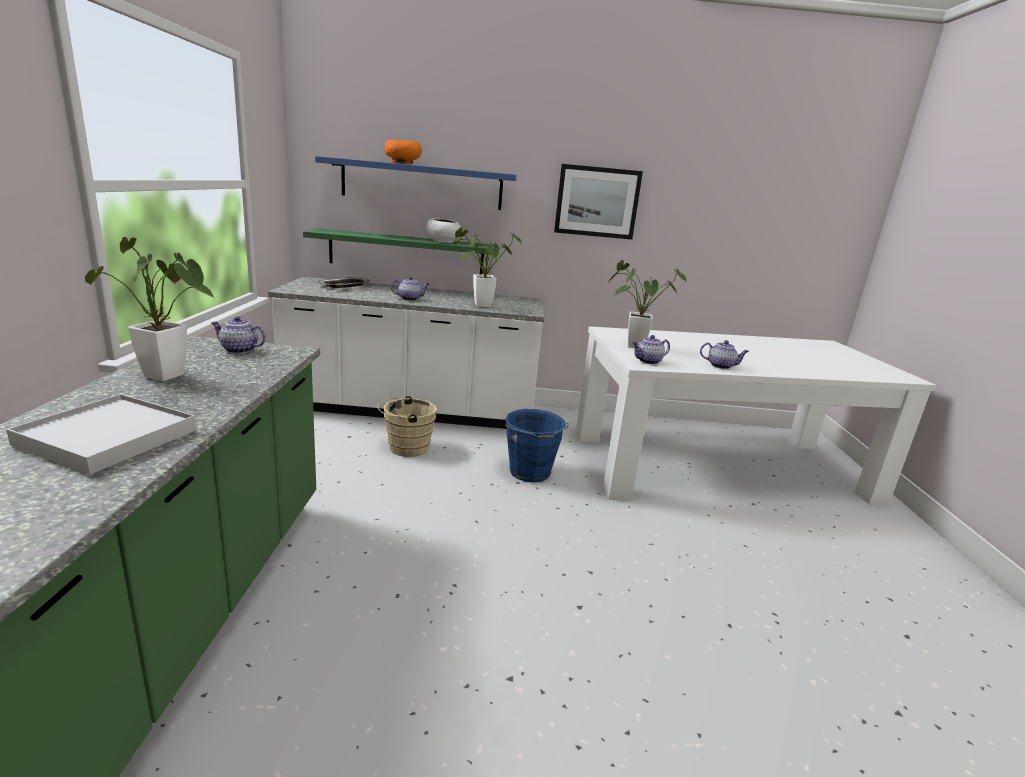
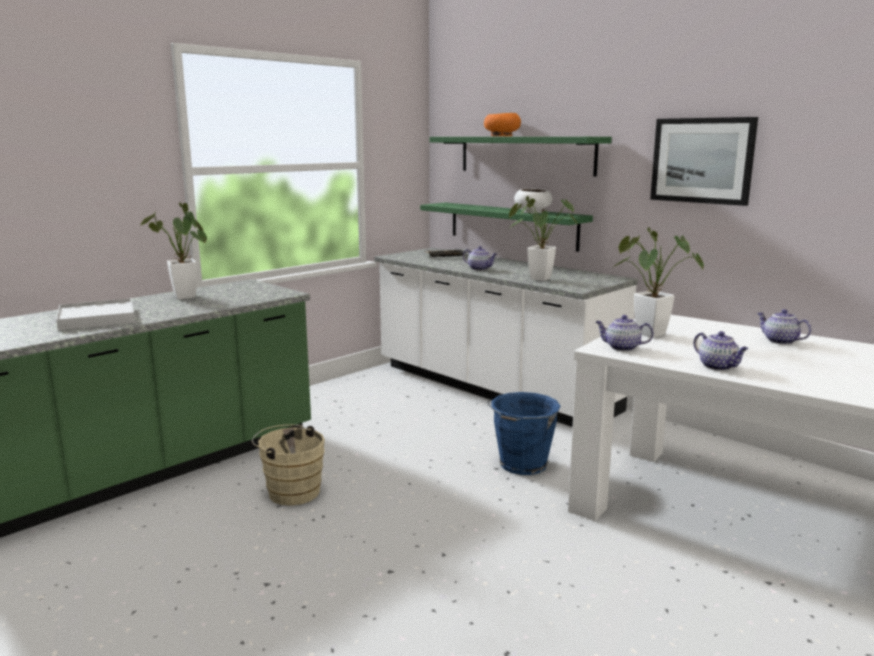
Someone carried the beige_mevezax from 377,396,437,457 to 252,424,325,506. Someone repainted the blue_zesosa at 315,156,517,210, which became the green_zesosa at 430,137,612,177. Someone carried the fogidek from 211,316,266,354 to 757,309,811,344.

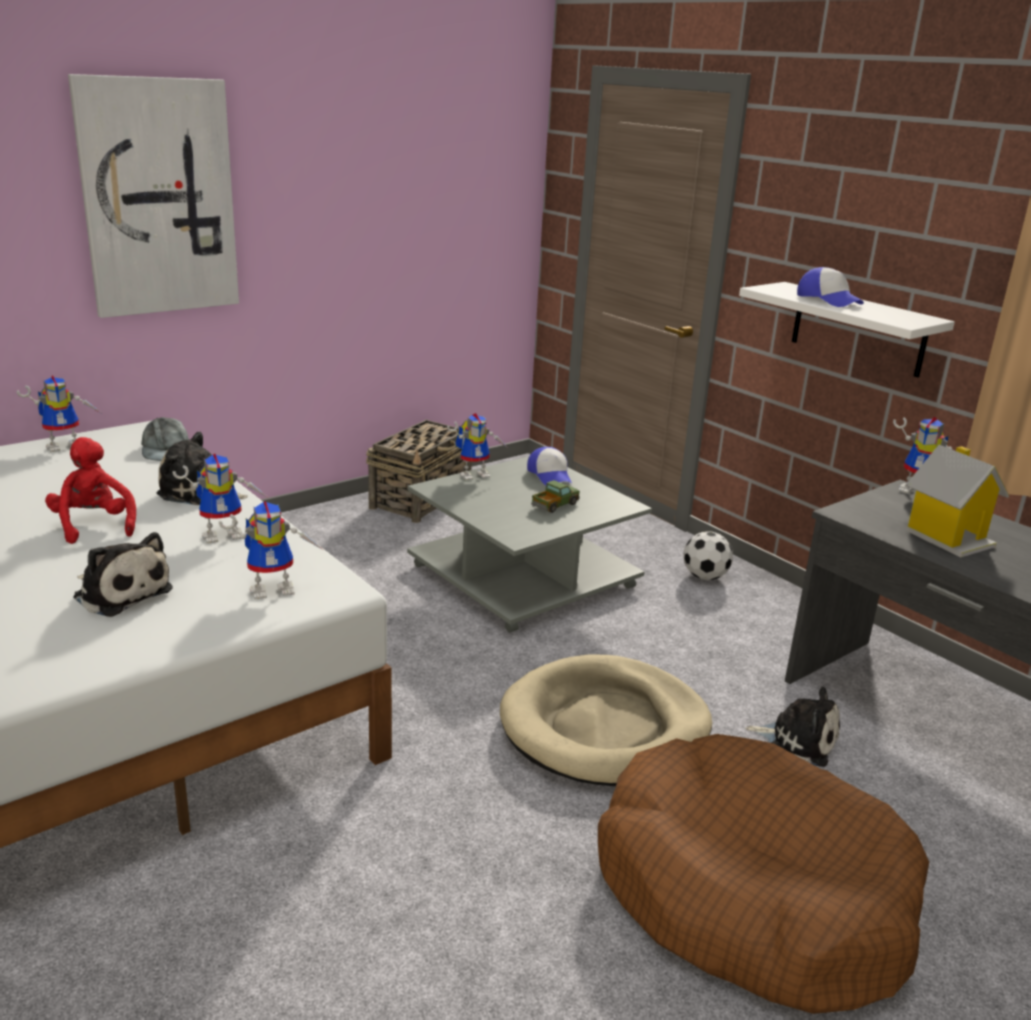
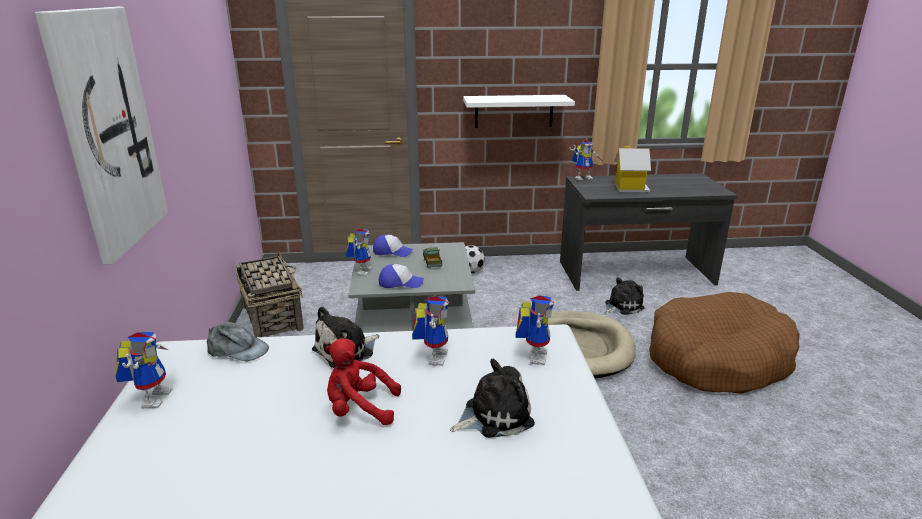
Someone carried the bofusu from 797,267,864,307 to 379,264,424,288.

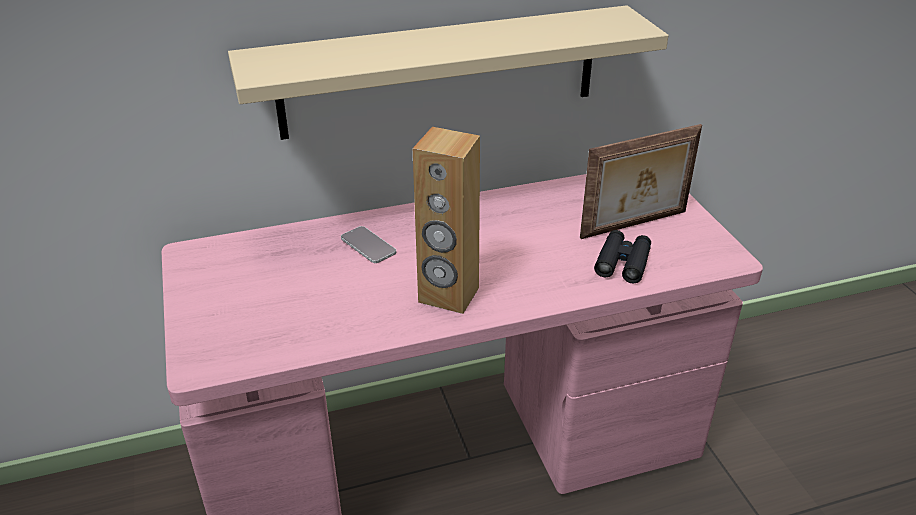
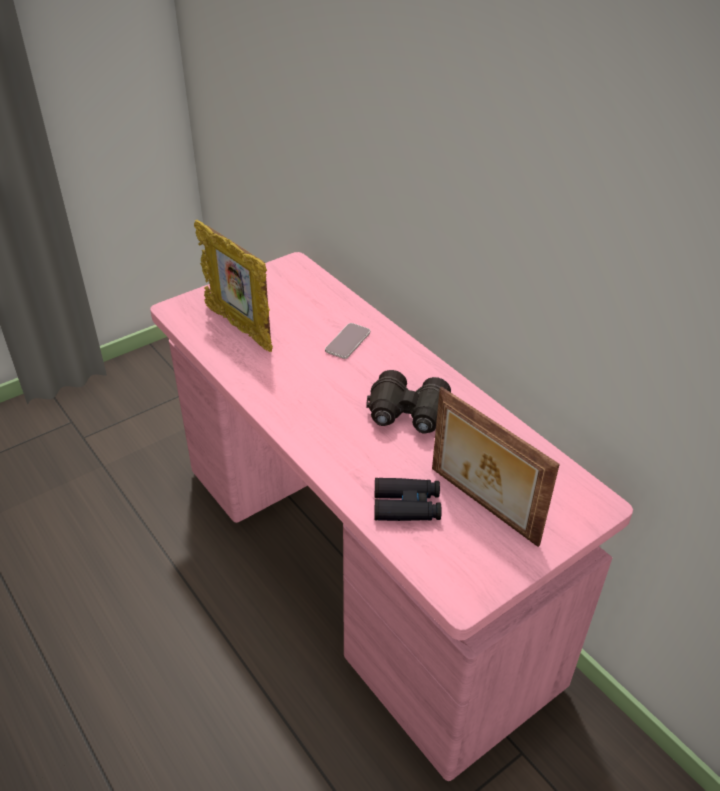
Someone put down the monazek at 194,220,273,352. Someone put down the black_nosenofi at 366,370,451,434. Someone took away the beige_zesosa at 228,5,669,140. Someone took away the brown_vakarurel at 413,127,480,314.

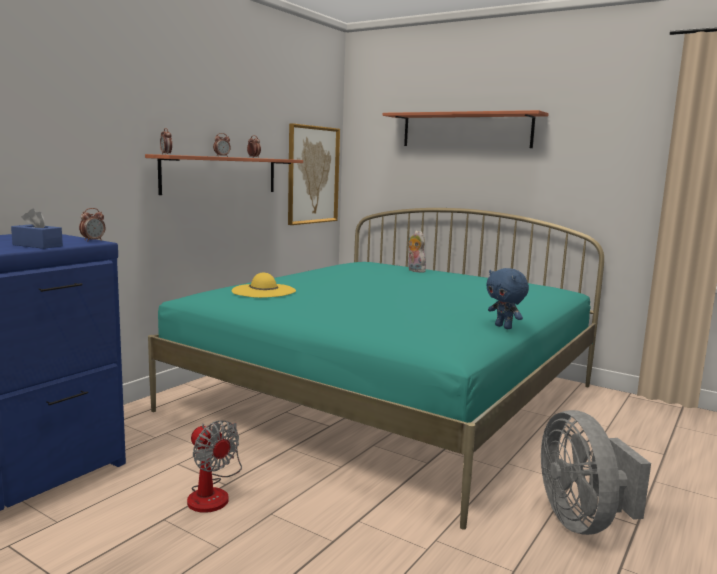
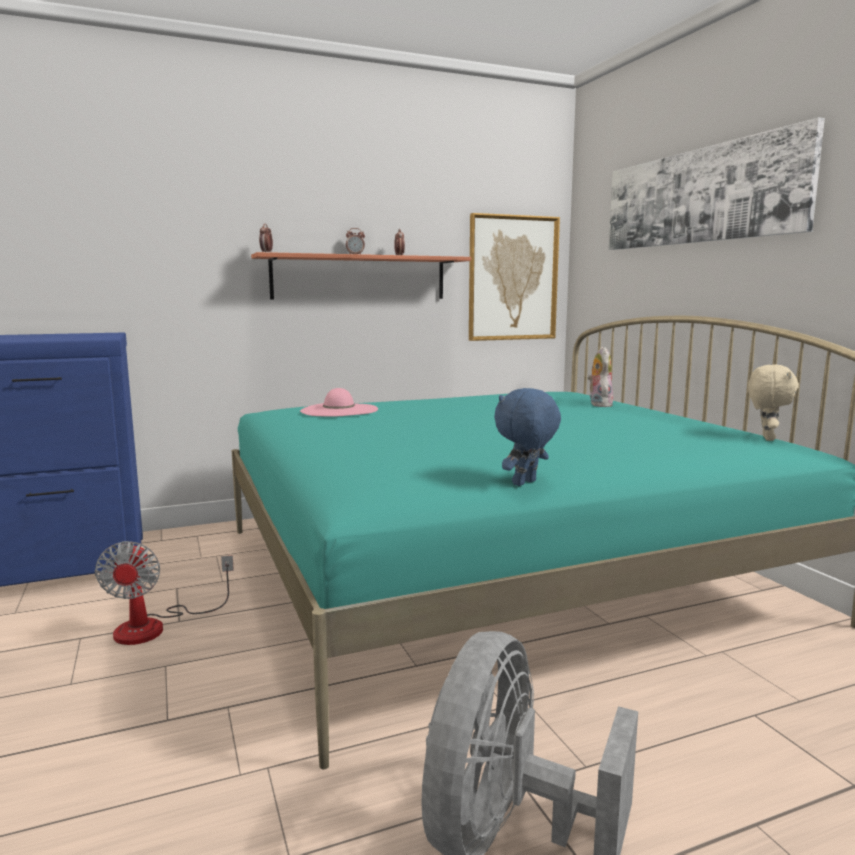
Someone repainted the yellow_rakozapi at 232,272,296,298, which became the pink_rakozapi at 300,388,378,416. Someone rotated the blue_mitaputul at 486,268,529,329 by 45 degrees clockwise. Someone swapped the zesosa at 383,110,549,148 for the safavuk at 609,117,825,250. Someone put down the beige_mitaputul at 748,365,799,441. Someone took away the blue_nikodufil at 11,208,63,249. Someone took away the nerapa at 79,208,105,241.

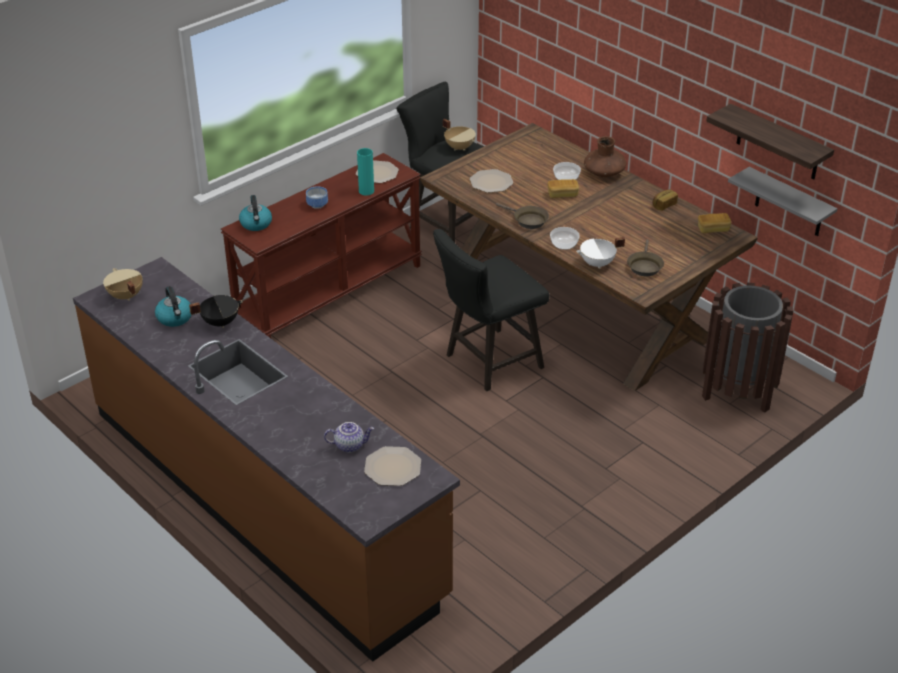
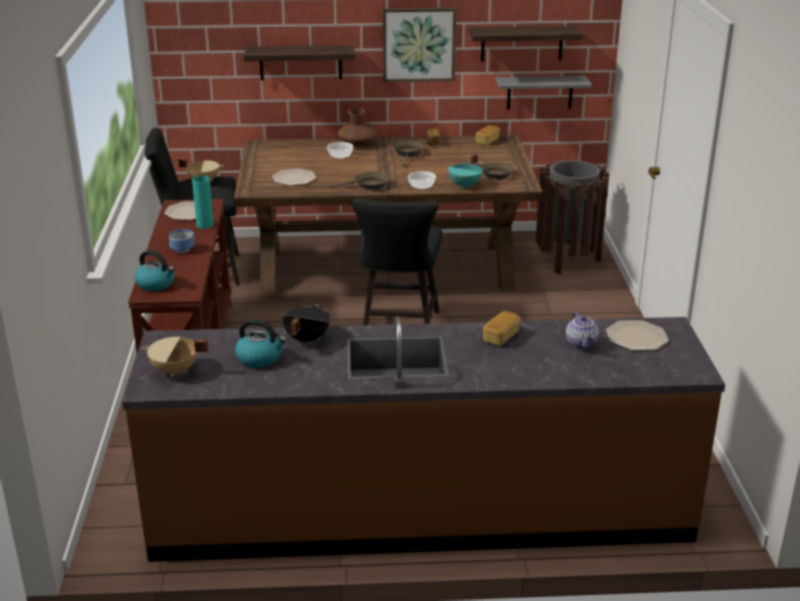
Someone put up the zesosa at 243,45,355,80. Someone put up the safavuk at 383,8,456,82. Someone put down the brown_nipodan at 393,141,425,167. Someone repainted the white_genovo at 576,237,625,269, which became the turquoise_genovo at 448,153,483,189. Someone carried the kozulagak from 548,179,579,198 to 483,311,521,346. Someone rotated the fogidek at 324,422,374,453 by 135 degrees clockwise.

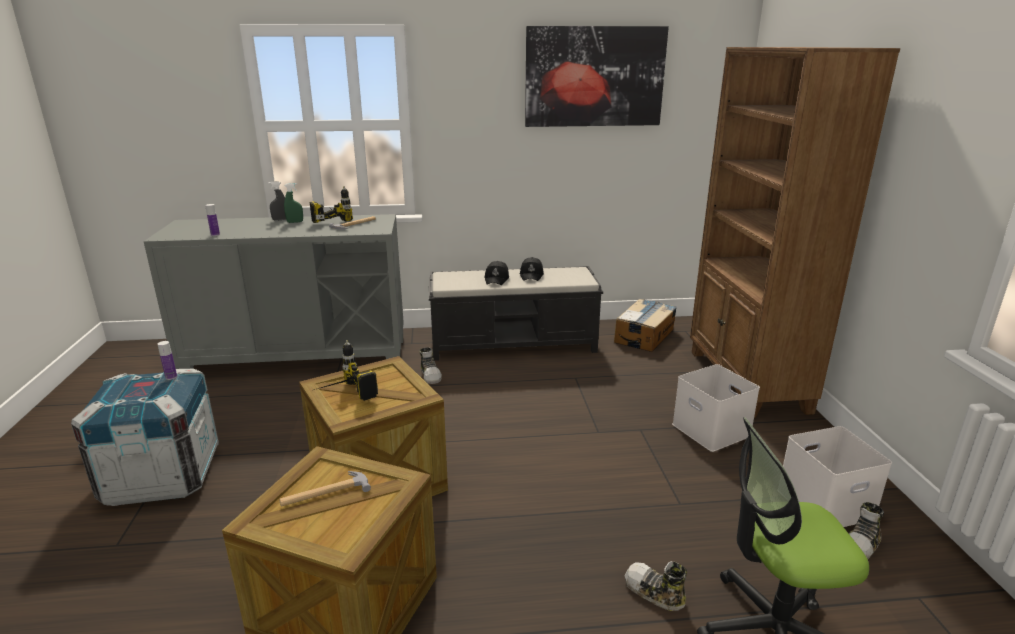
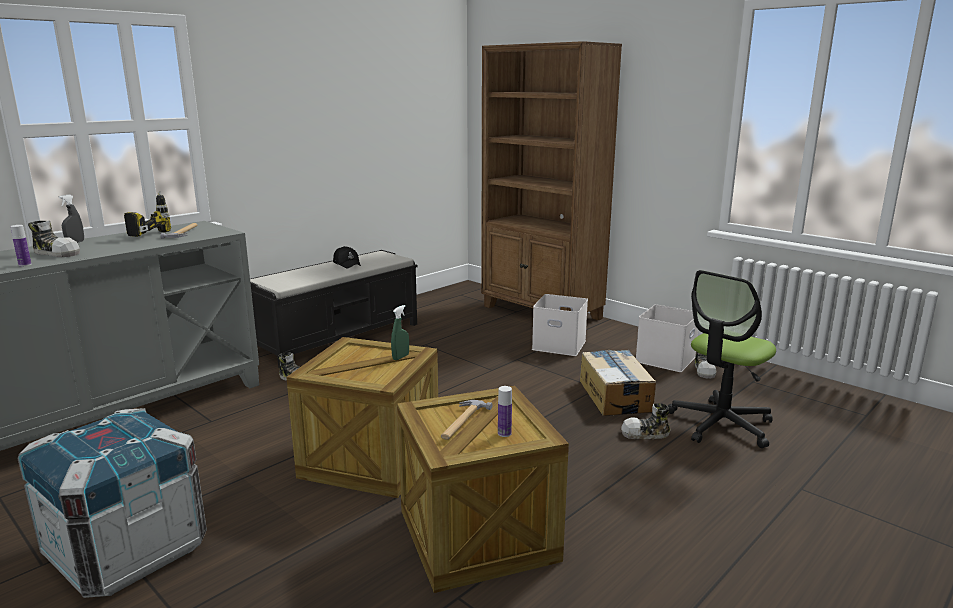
Someone put down the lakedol at 28,220,80,257. Someone carried the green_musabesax from 284,183,303,223 to 391,305,409,360. Someone carried the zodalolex from 158,341,177,380 to 498,386,512,437. Someone carried the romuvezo from 614,299,677,352 to 580,350,656,416. Someone took away the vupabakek at 314,340,378,401. Someone took away the black_bofusu at 485,261,509,285. Someone took away the safavuk at 525,26,669,127.

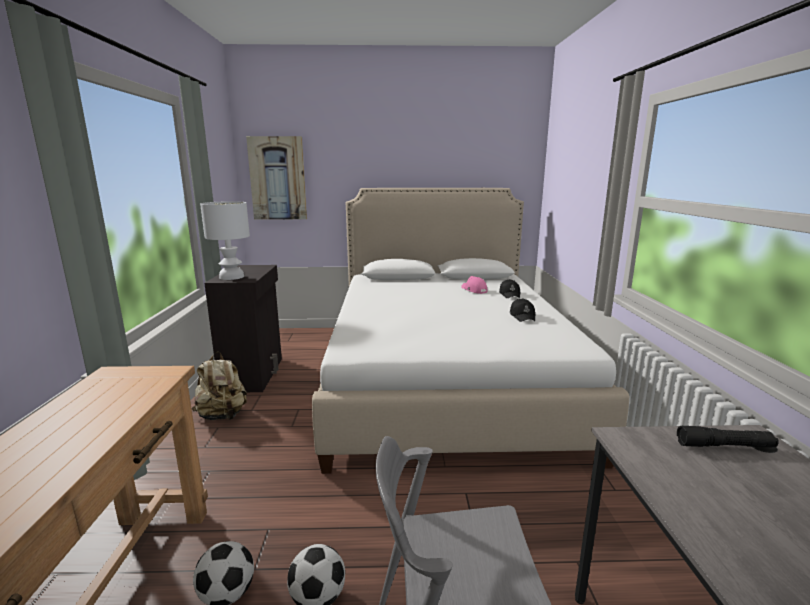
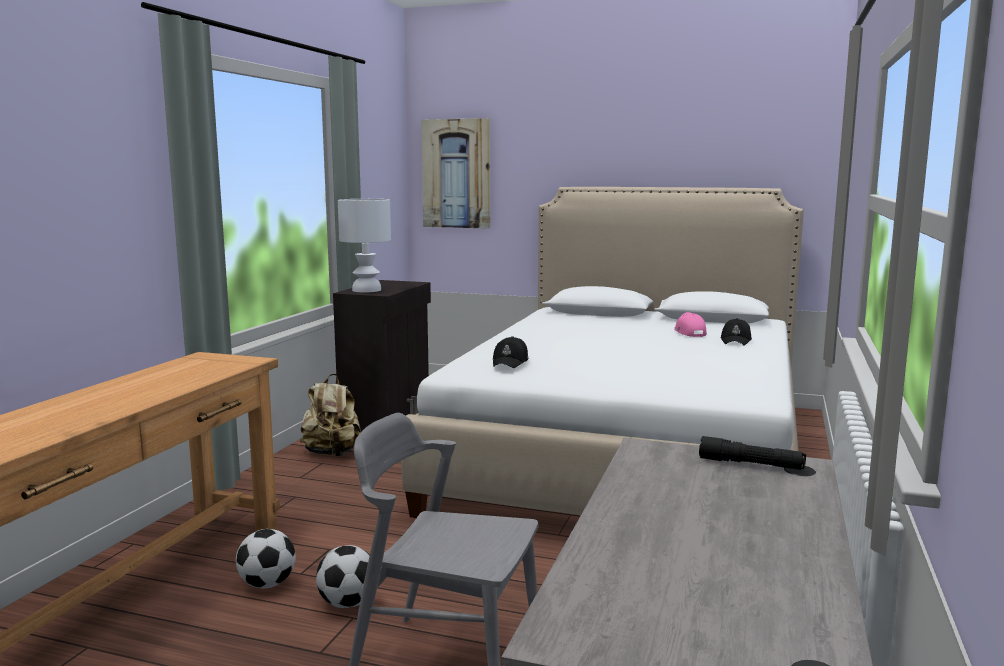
Someone carried the black_bofusu from 510,298,535,322 to 493,336,528,368.

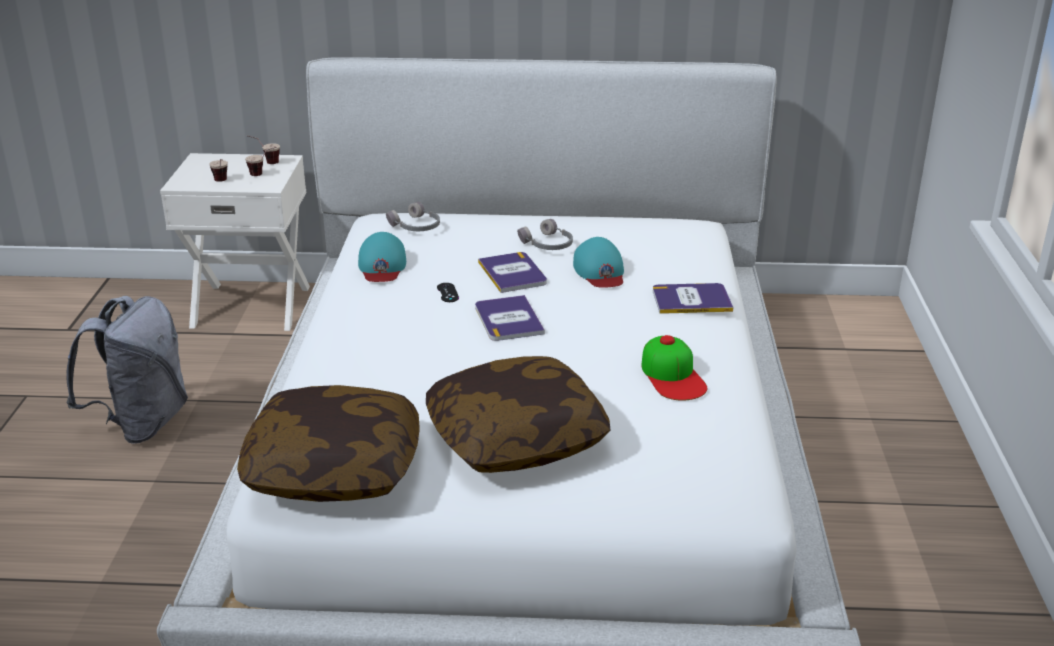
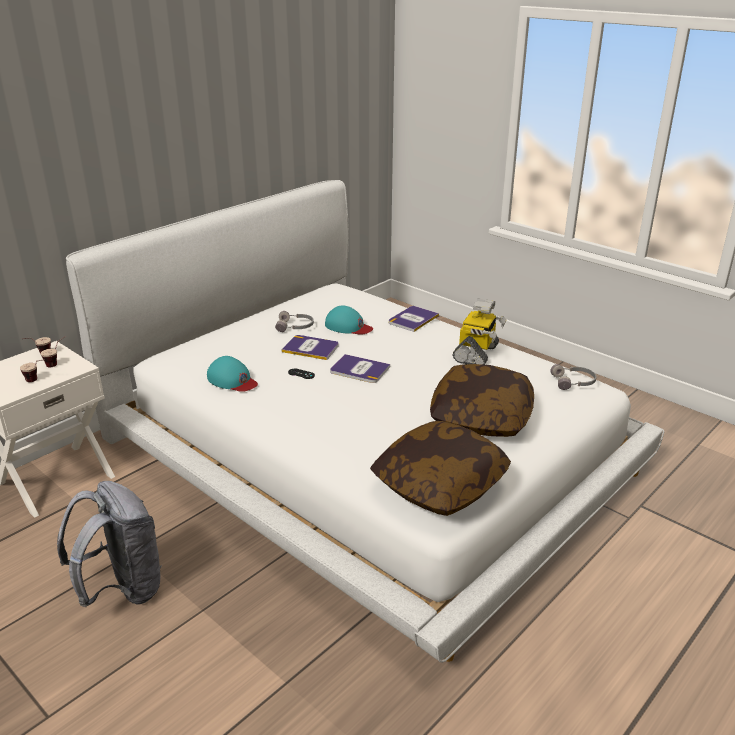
Someone swapped the bofusu at 641,335,707,401 for the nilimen at 453,299,506,365. Someone carried the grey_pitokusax from 386,202,440,231 to 550,364,596,390.

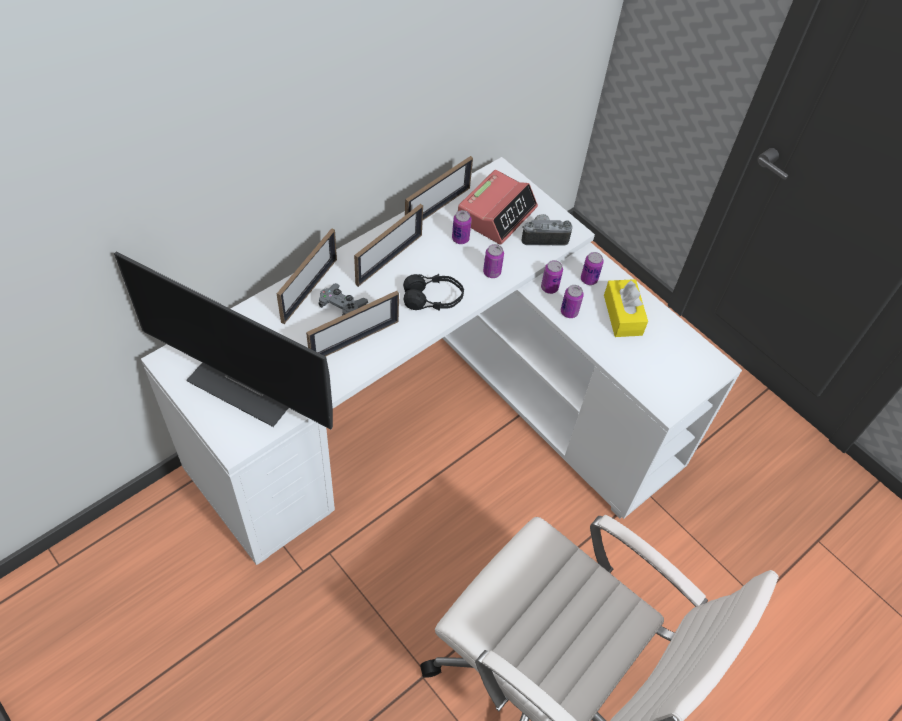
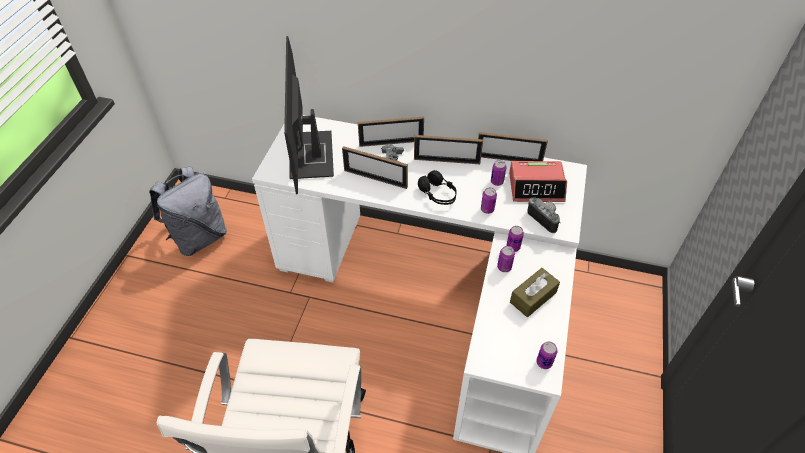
Someone put down the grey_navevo at 149,166,227,256. Someone repainted the yellow_nikodufil at 604,279,648,337, which became the brown_nikodufil at 510,268,560,317. Someone carried the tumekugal from 581,252,604,285 to 536,342,558,369.

